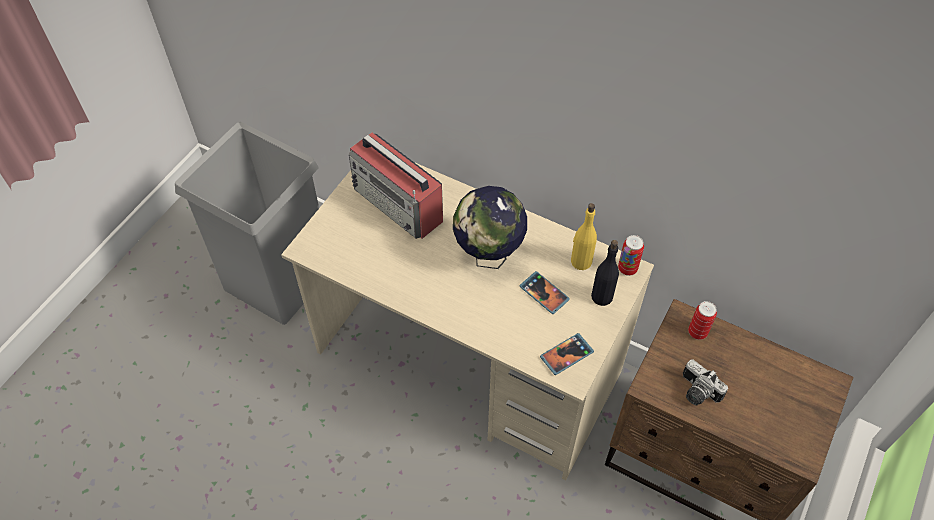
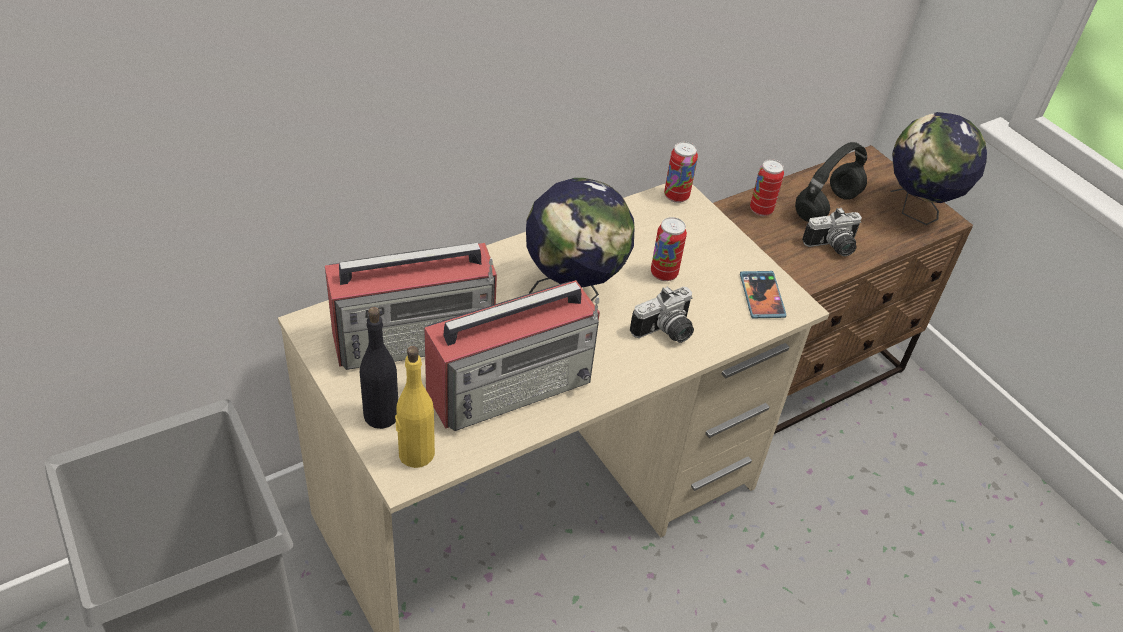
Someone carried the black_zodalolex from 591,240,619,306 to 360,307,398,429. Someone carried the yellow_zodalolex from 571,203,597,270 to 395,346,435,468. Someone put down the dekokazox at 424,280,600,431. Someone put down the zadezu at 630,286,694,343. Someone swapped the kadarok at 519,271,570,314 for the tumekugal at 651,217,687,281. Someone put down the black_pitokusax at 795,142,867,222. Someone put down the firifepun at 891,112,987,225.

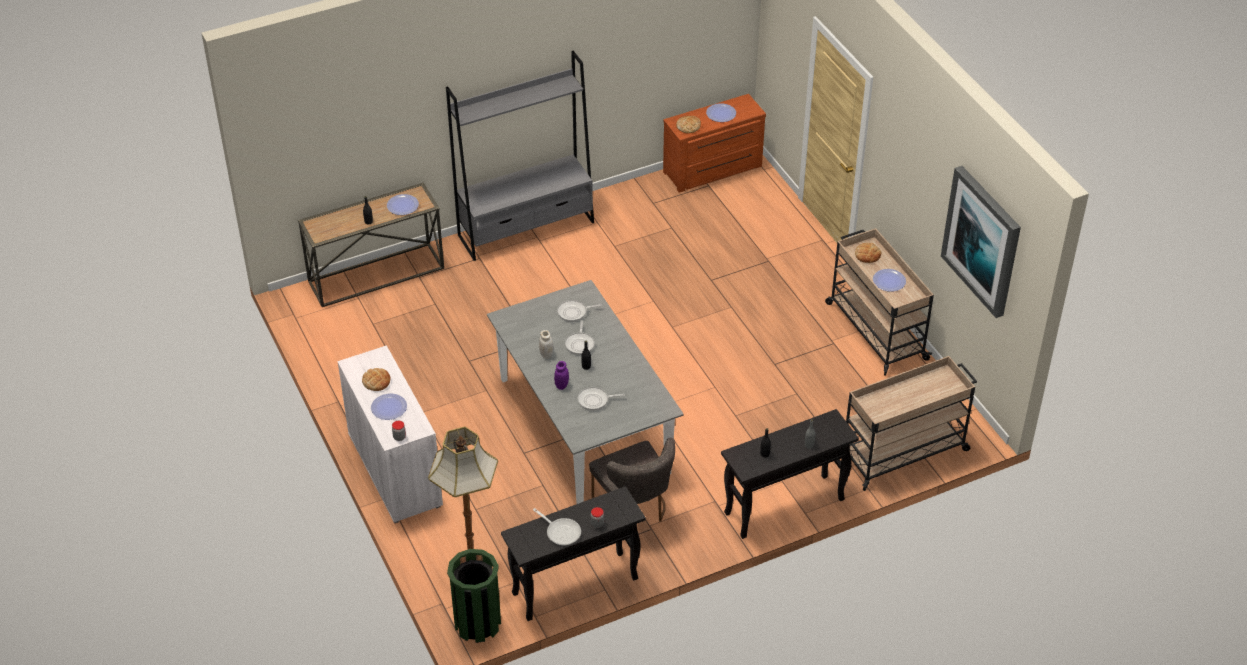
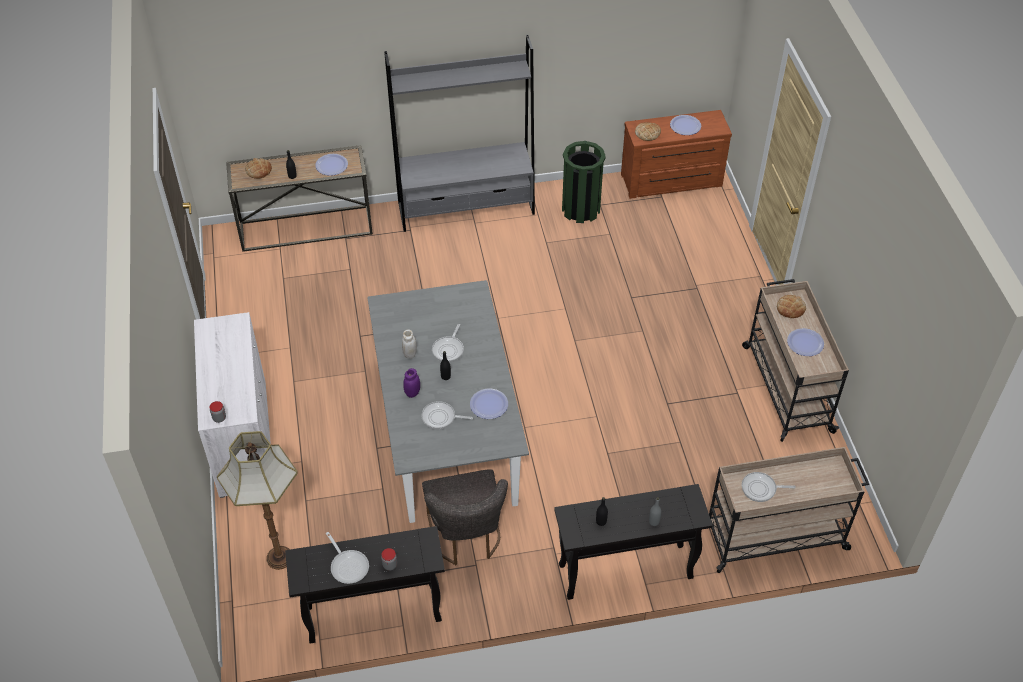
Someone carried the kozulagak from 362,368,391,391 to 245,158,272,179. Someone carried the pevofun from 371,394,407,420 to 470,389,508,419. Someone carried the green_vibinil from 447,549,501,643 to 562,141,606,223. Someone carried the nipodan from 557,300,602,322 to 742,472,796,502. Someone took away the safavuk at 941,166,1021,318.

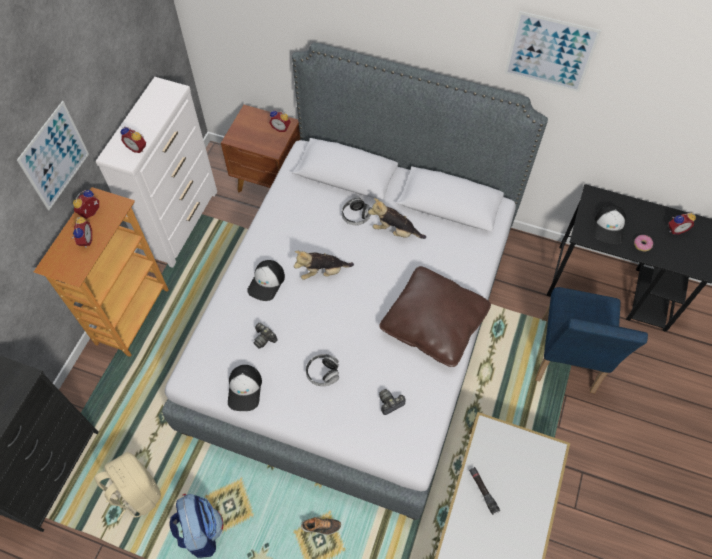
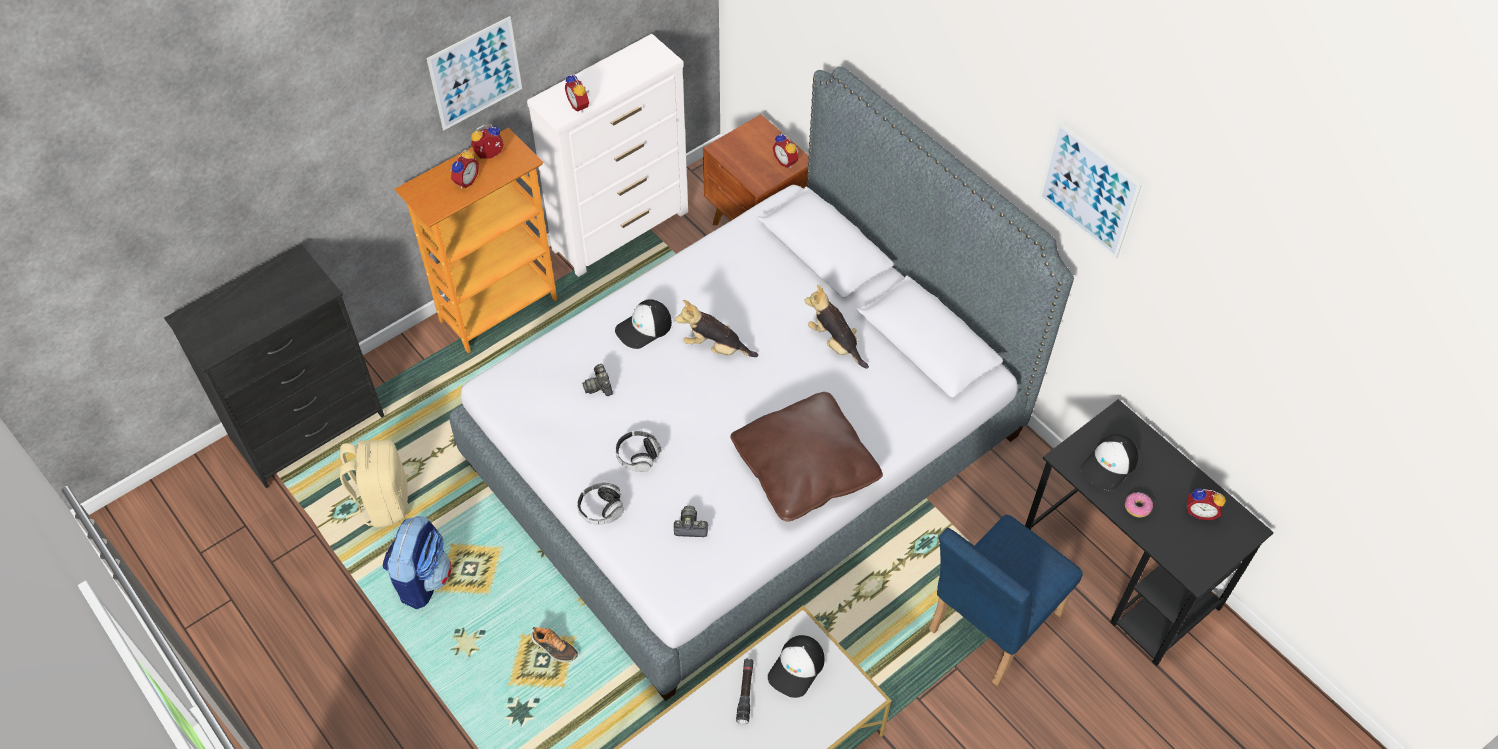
Someone carried the pitokusax from 342,197,372,225 to 577,483,624,525. Someone carried the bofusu from 228,365,262,411 to 768,635,824,698.

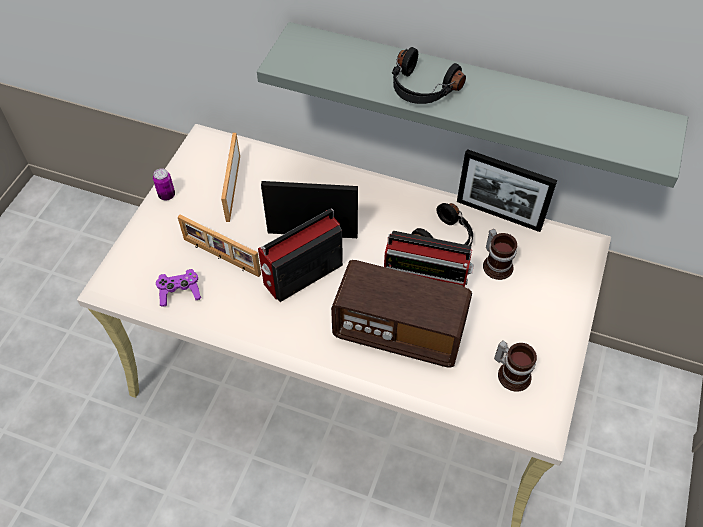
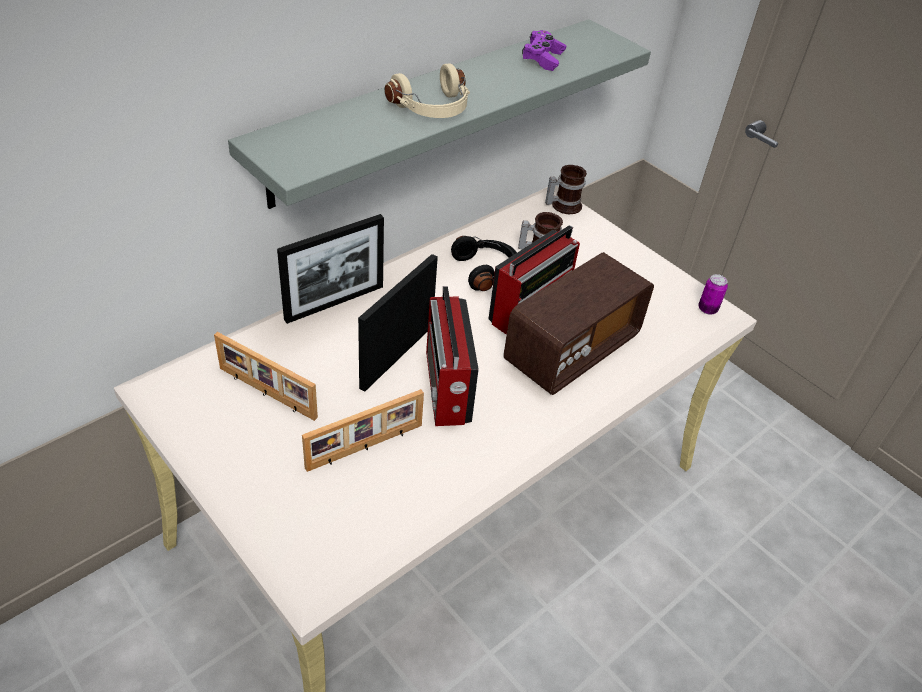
Someone carried the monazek from 457,149,557,232 to 277,214,384,324. Someone repainted the black_pitokusax at 392,47,466,104, which became the beige_pitokusax at 384,63,470,118. Someone carried the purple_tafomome from 156,269,201,307 to 522,30,566,71. Someone carried the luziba from 494,340,537,392 to 545,165,587,214. Someone carried the tumekugal from 153,168,175,200 to 699,274,728,315.

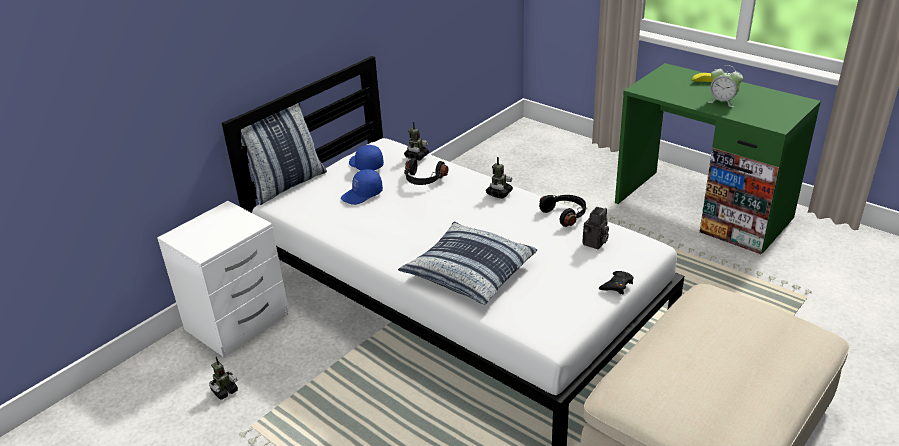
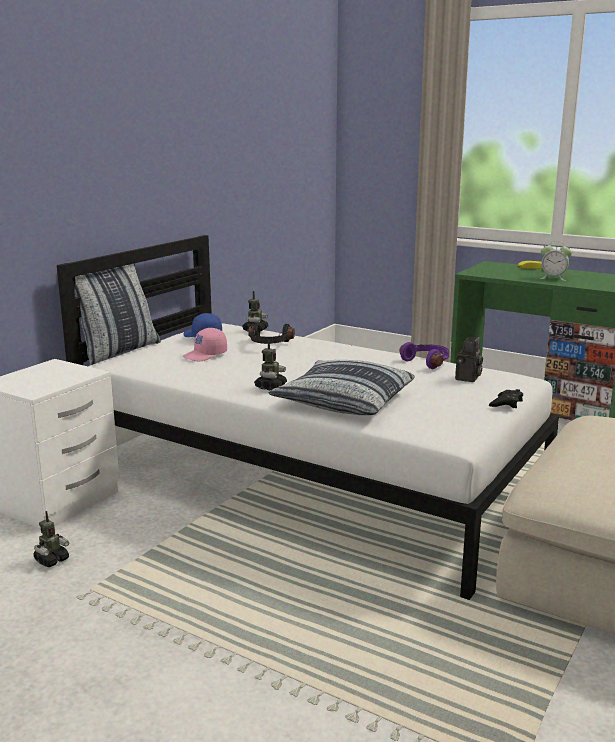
Someone repainted the blue_bofusu at 341,169,383,205, which became the pink_bofusu at 182,328,227,361. Someone carried the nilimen from 486,157,513,198 to 254,339,287,390. Someone repainted the black_pitokusax at 539,195,586,227, which became the purple_pitokusax at 399,342,449,369.

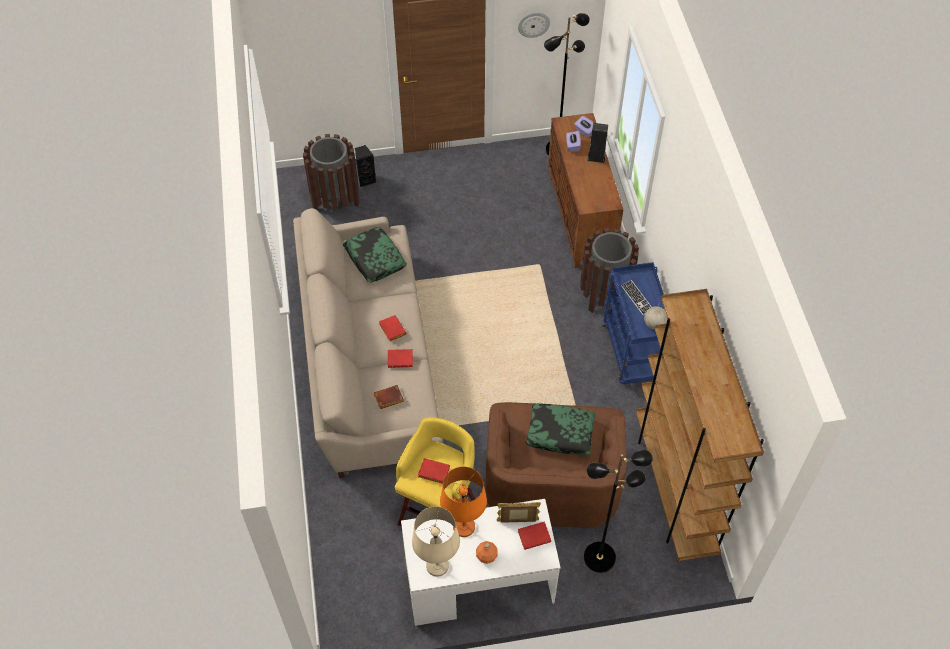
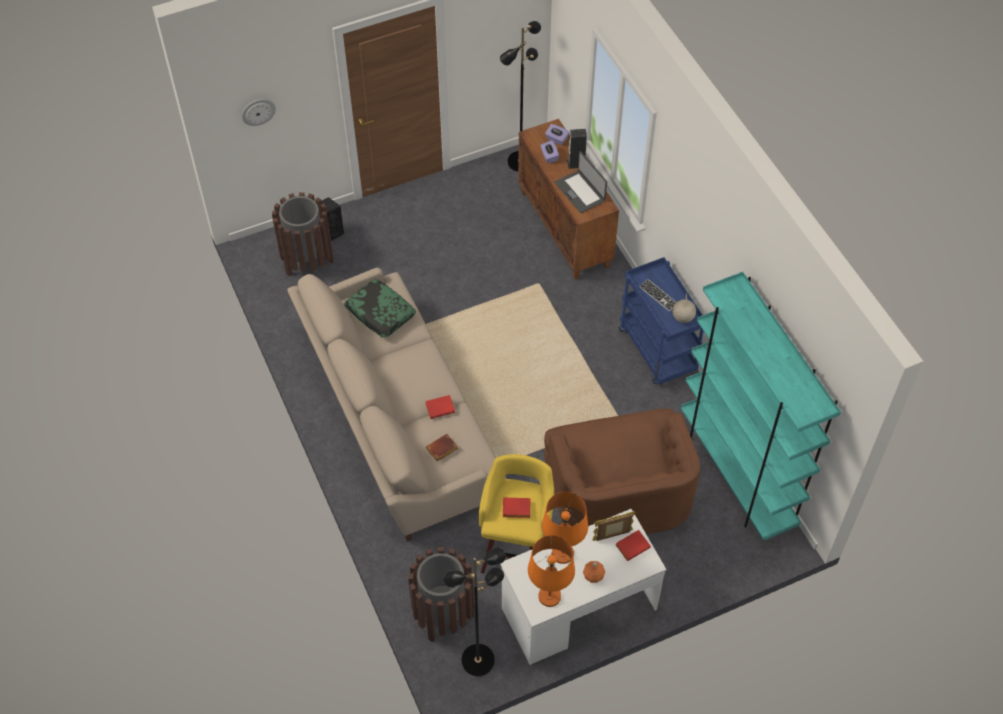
Someone carried the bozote from 518,12,550,38 to 242,99,276,126. Someone carried the brown_vibinil from 580,228,639,313 to 408,547,474,642. Someone carried the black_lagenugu from 584,450,653,573 to 443,547,506,676. Someone repainted the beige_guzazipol at 412,507,460,577, which became the orange_guzazipol at 528,535,575,607. Someone put down the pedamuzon at 555,151,607,213. Someone repainted the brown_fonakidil at 636,289,764,561, which became the turquoise_fonakidil at 681,272,841,541. Someone took away the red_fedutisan at 379,315,406,341. Someone took away the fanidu at 526,403,595,455.

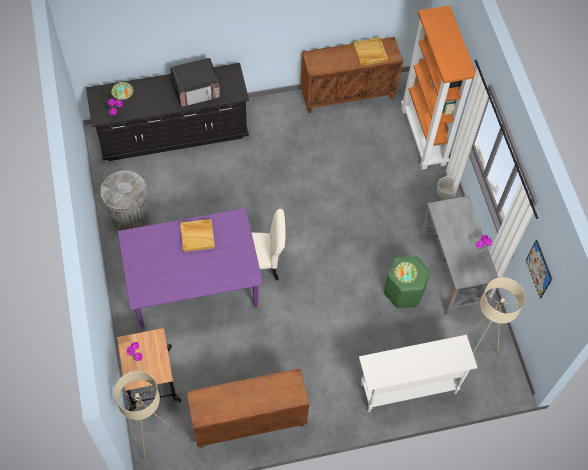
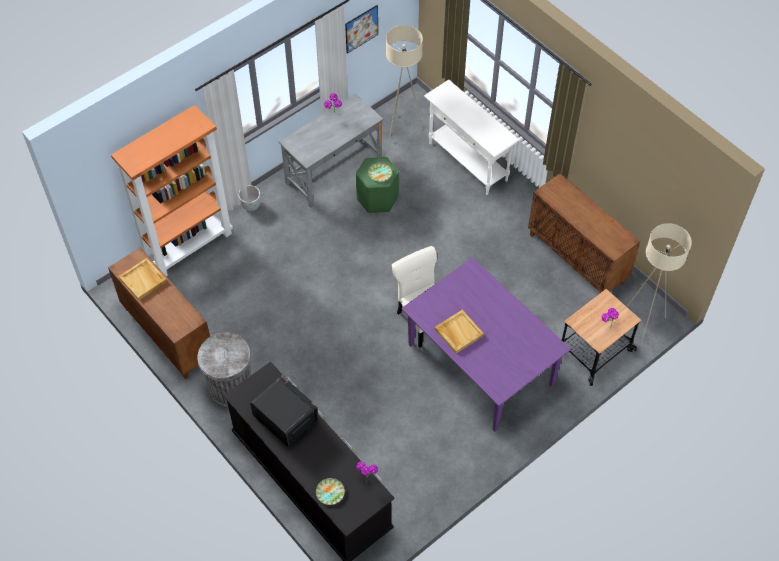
Someone carried the grey_vibinil from 100,170,149,231 to 198,332,252,407.

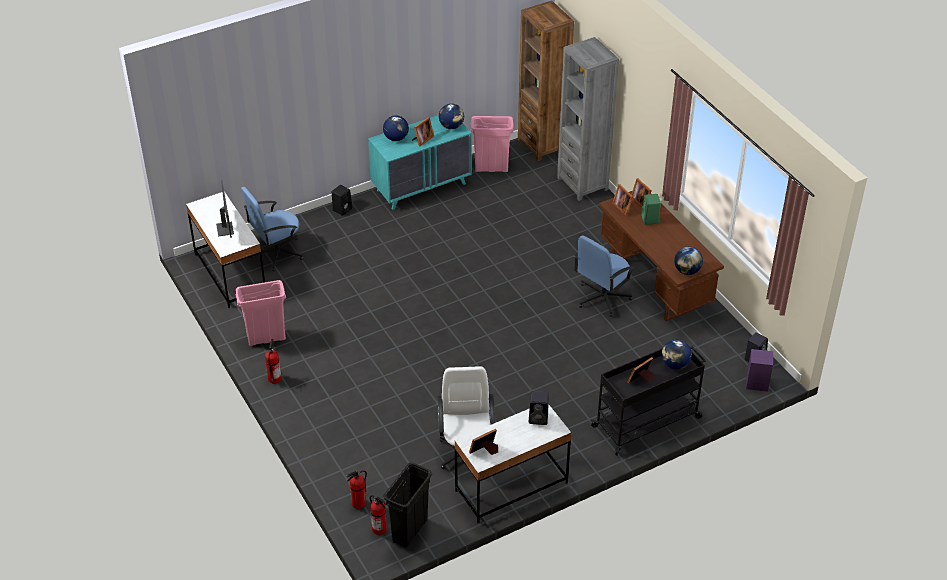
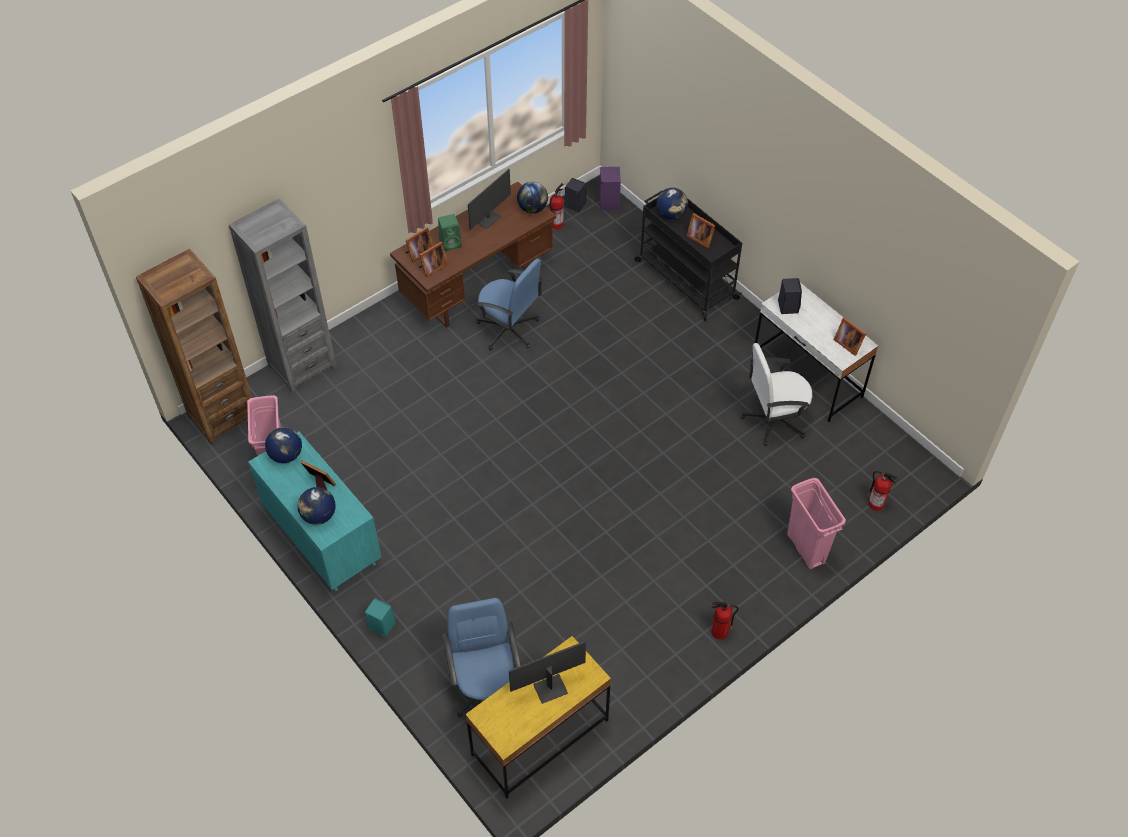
Someone repainted the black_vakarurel at 332,185,352,216, which became the turquoise_vakarurel at 365,598,396,637. Someone rotated the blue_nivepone at 241,187,303,272 by 150 degrees counterclockwise. Someone repainted the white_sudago at 186,192,265,308, which became the yellow_sudago at 465,636,611,799. Someone put down the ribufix at 468,169,511,230. Someone carried the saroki from 370,495,387,535 to 549,183,564,229. Someone carried the pink_vibinil from 236,280,286,346 to 787,478,846,569. Someone took away the black_vibinil at 383,463,432,548.

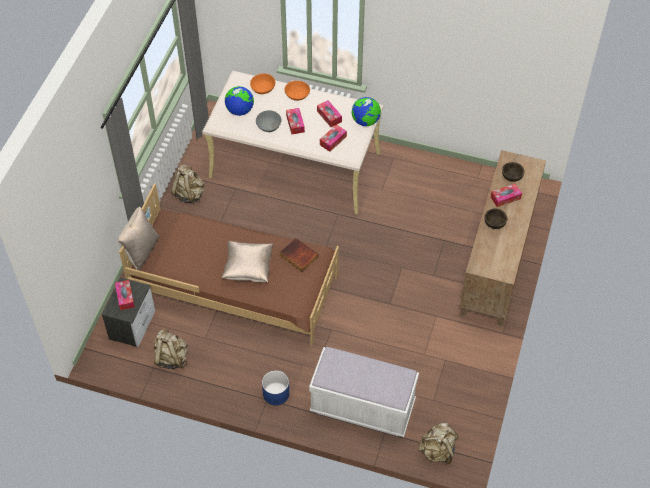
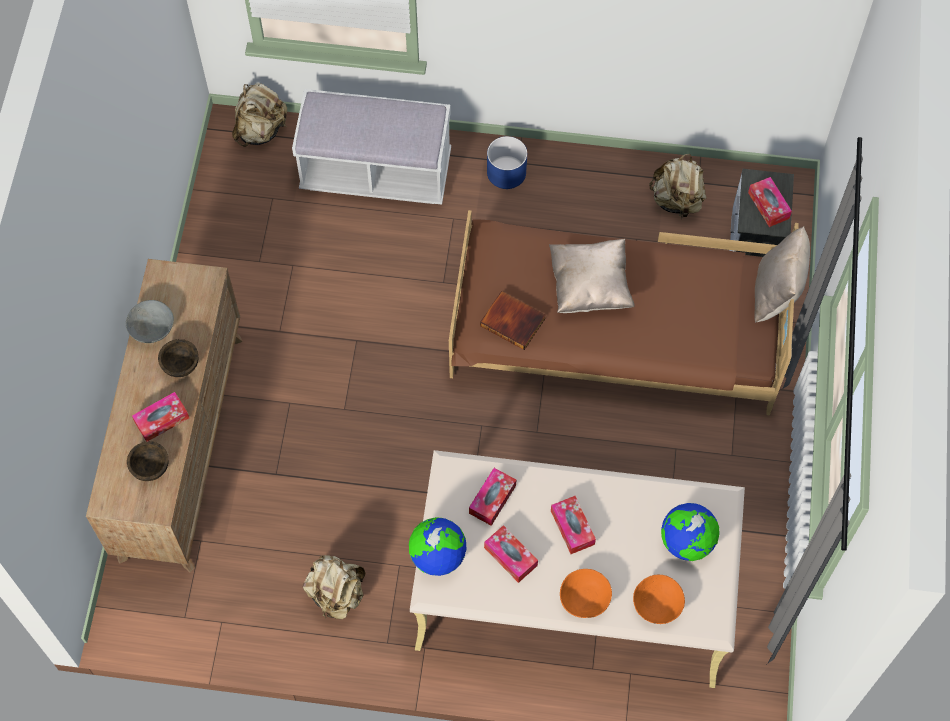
Someone carried the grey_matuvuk from 256,110,282,132 to 126,300,174,343. Someone carried the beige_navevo from 171,165,204,204 to 303,555,365,619.

